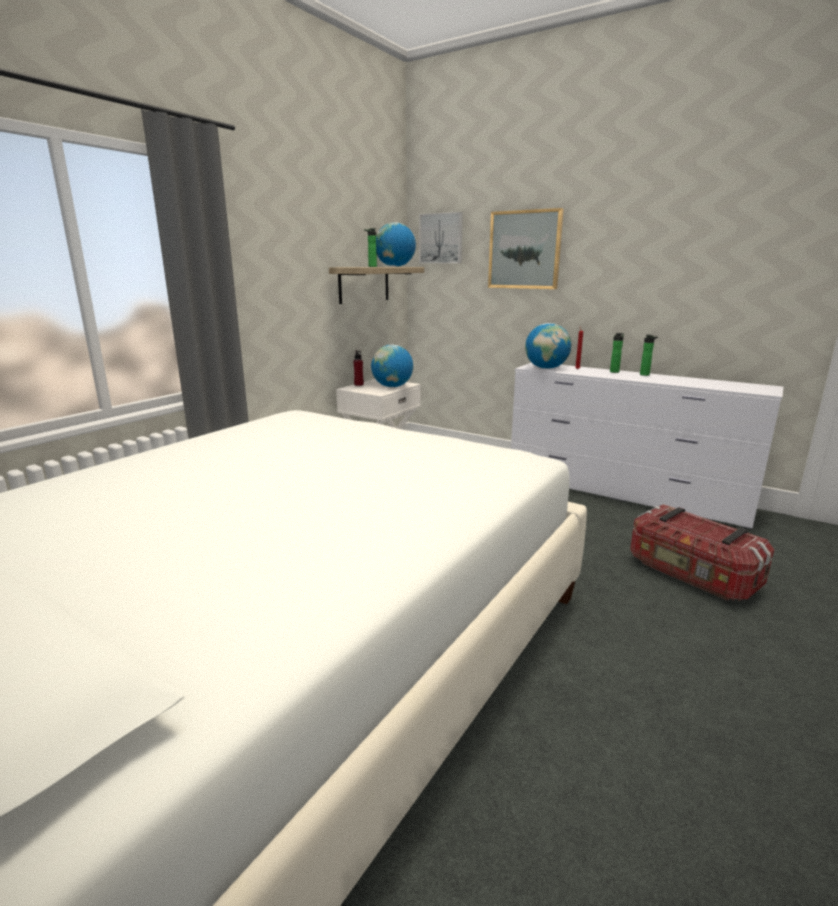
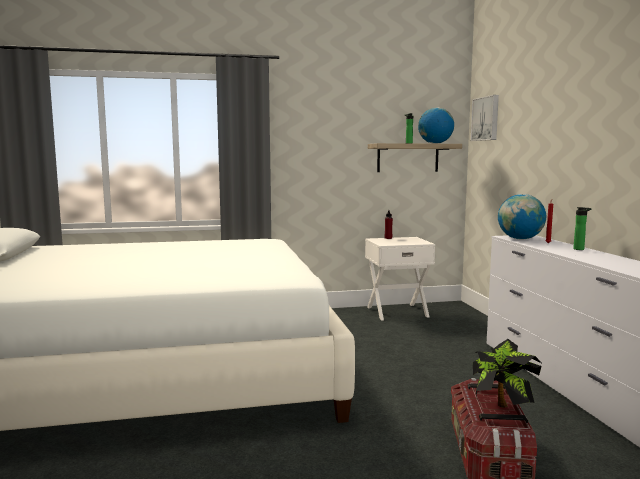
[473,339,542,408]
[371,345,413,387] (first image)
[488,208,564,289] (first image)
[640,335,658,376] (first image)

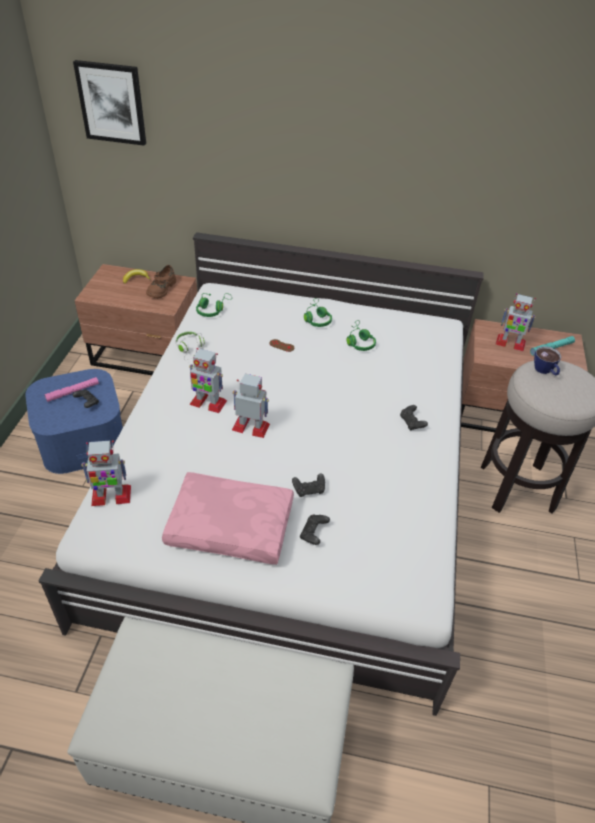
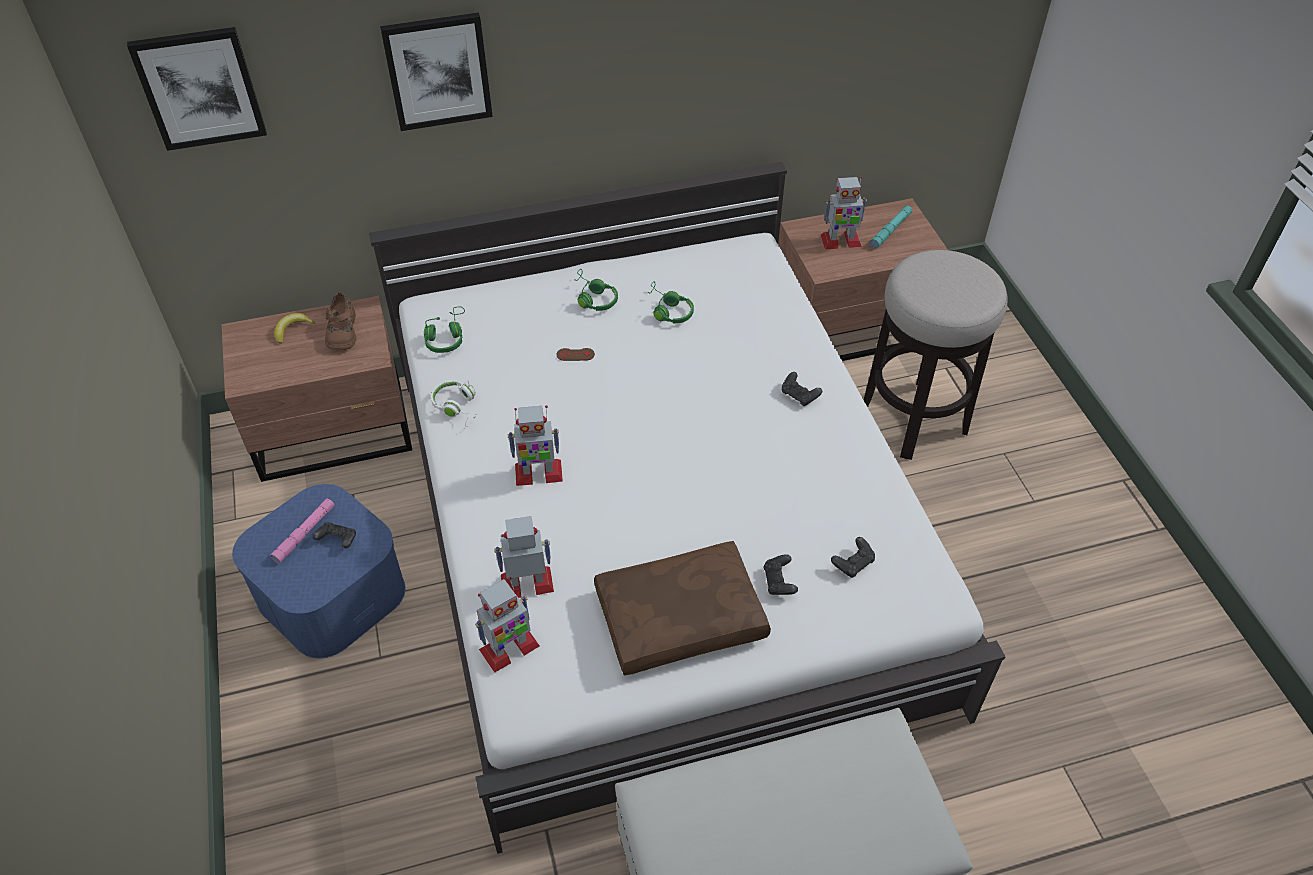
[380,12,493,131]
[494,516,554,598]
[594,541,771,675]
[831,537,875,578]
[534,346,561,375] (first image)

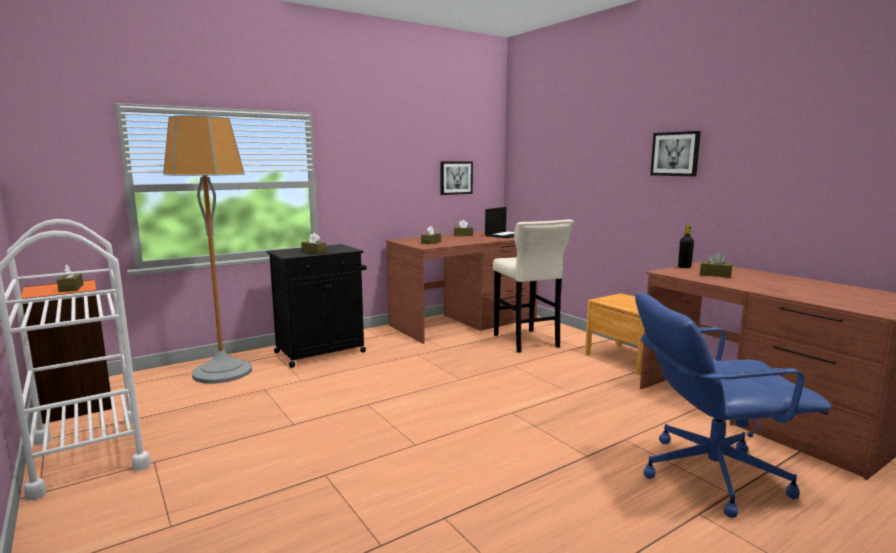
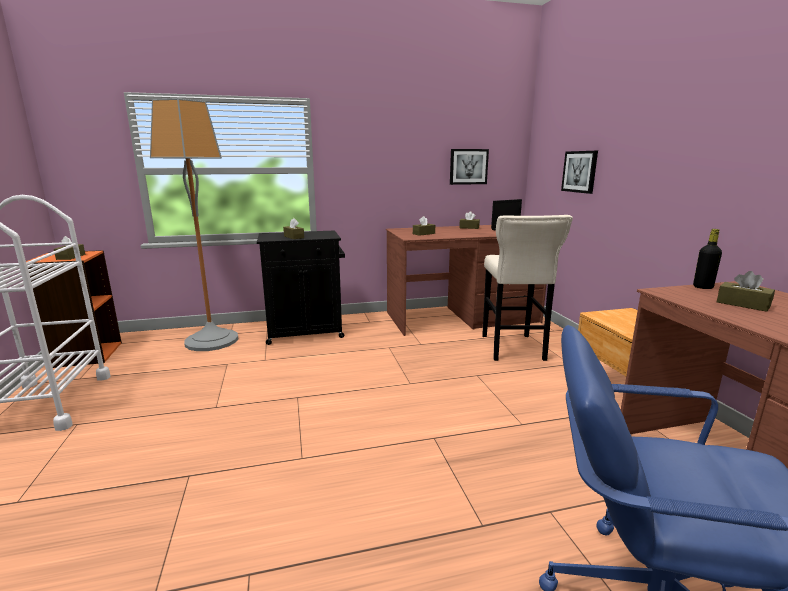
[561,151,598,194]

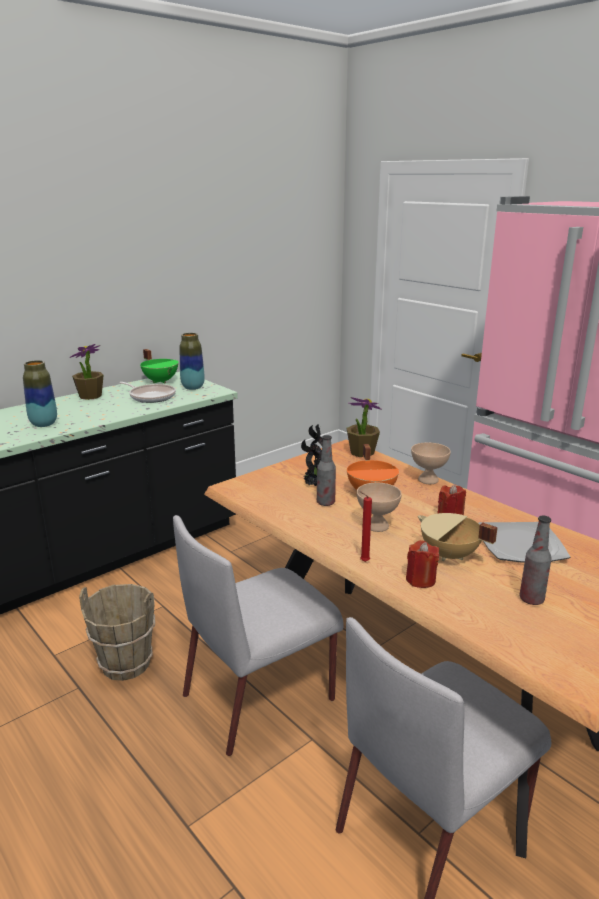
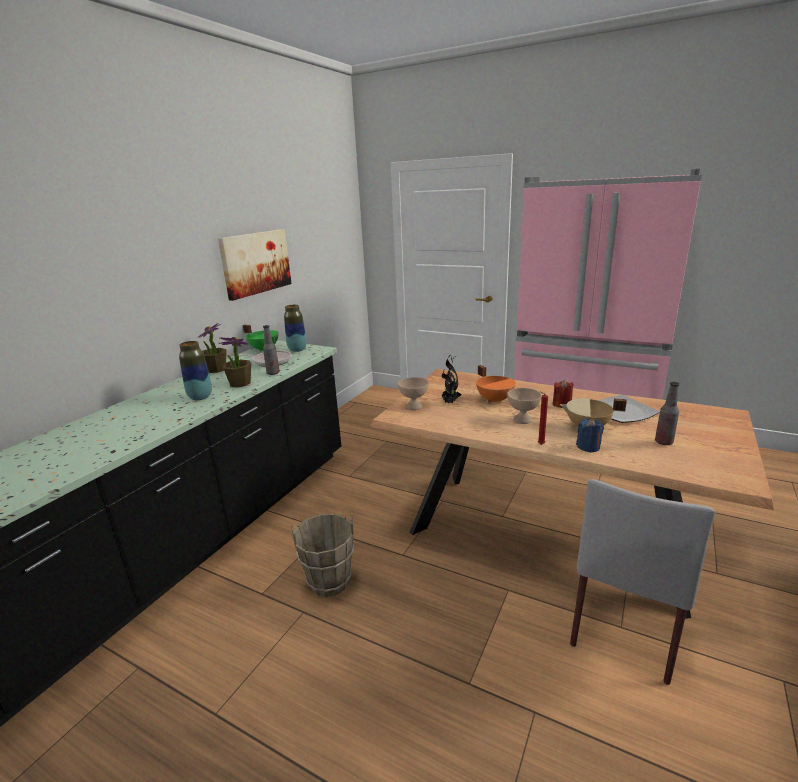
[218,229,292,301]
[219,337,251,387]
[263,325,280,375]
[398,377,429,410]
[576,418,604,452]
[173,515,344,756] (first image)

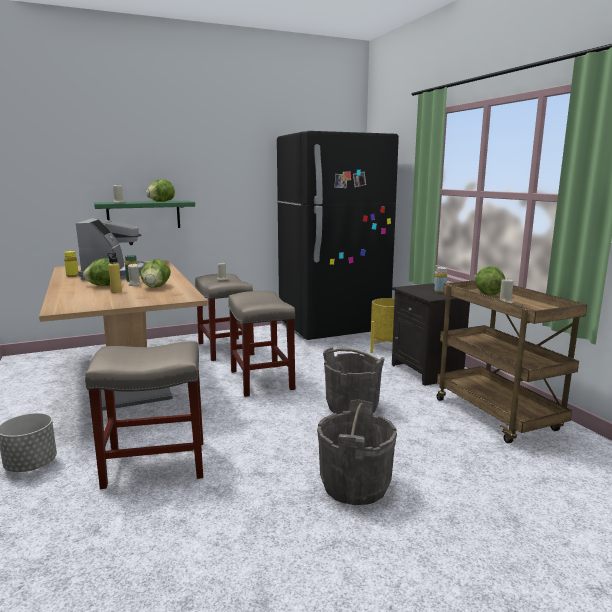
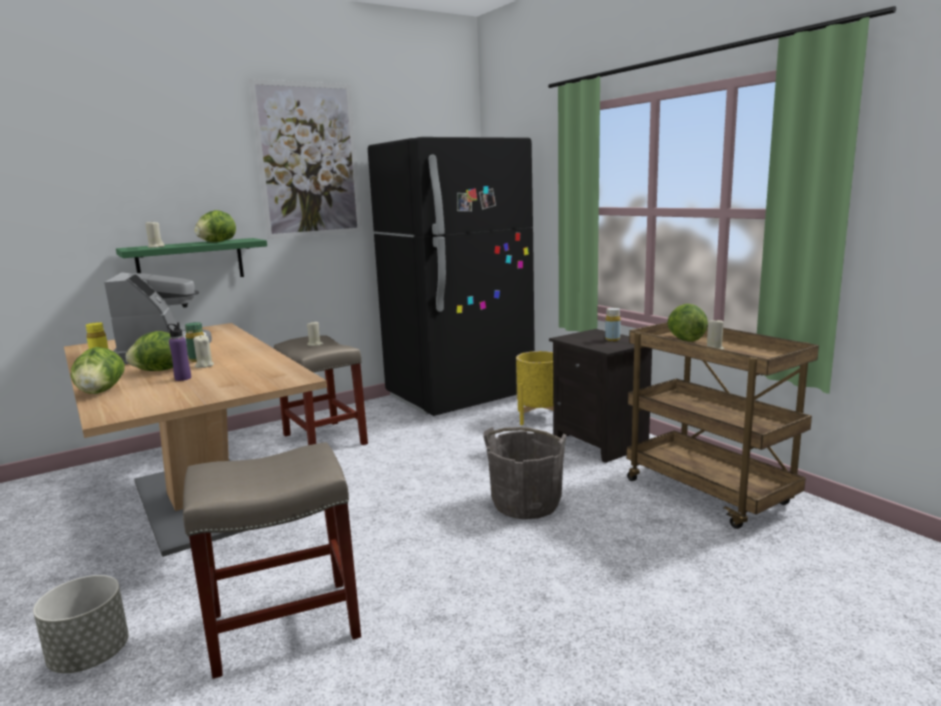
[71,347,125,394]
[167,322,191,381]
[249,79,362,239]
[228,291,295,397] (first image)
[317,399,397,505] (first image)

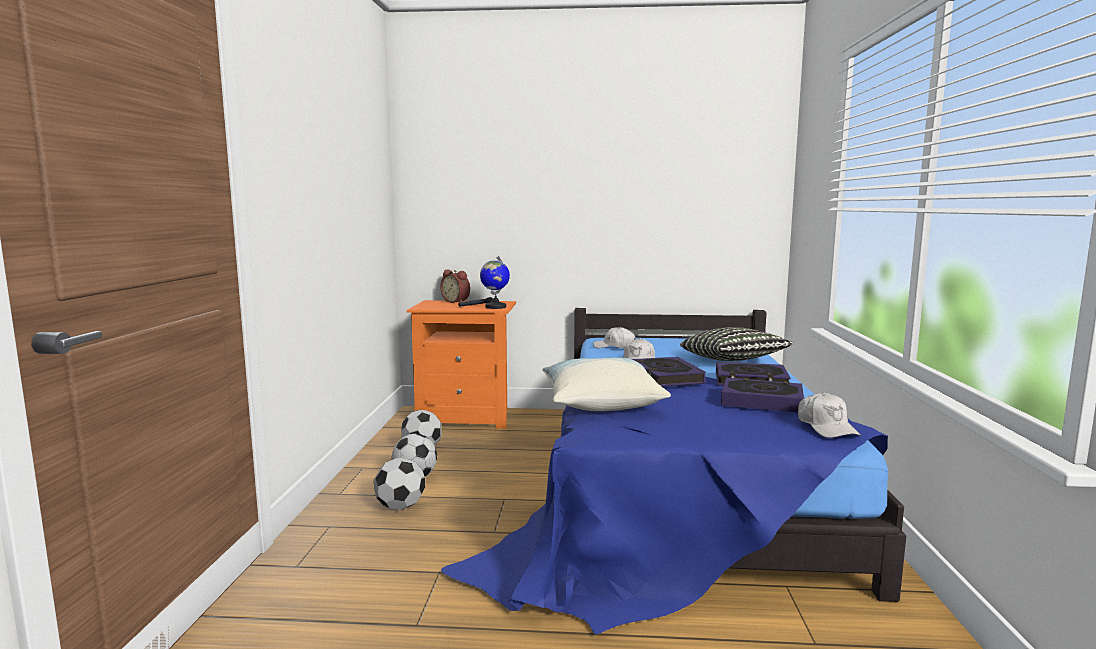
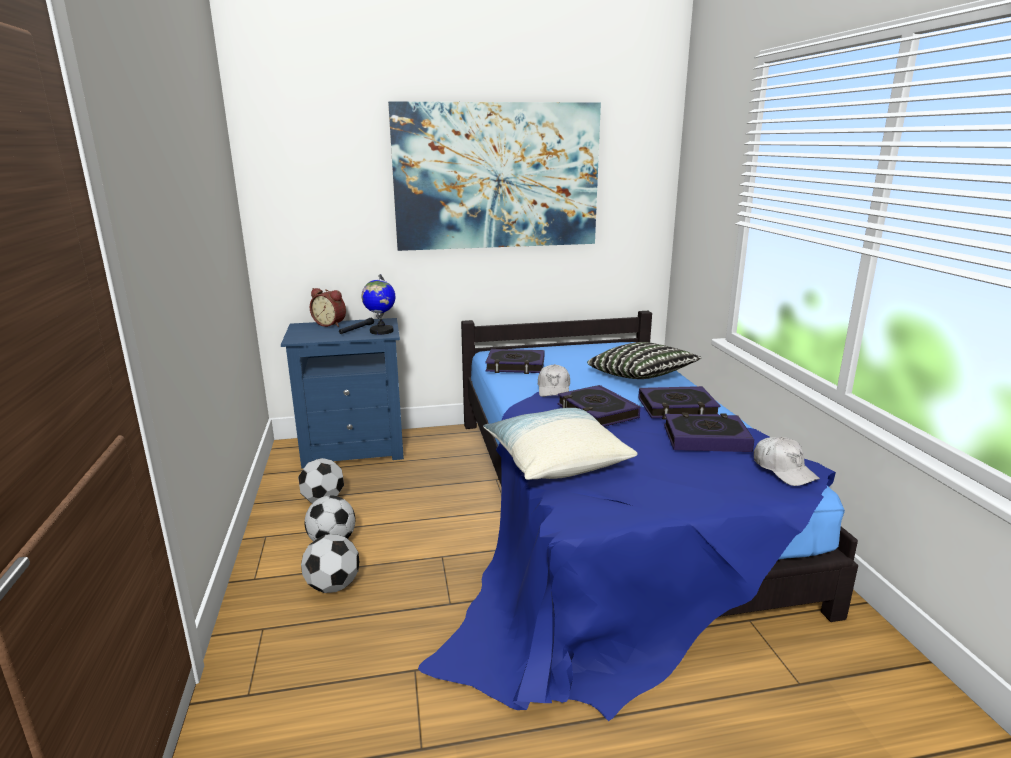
[281,318,404,469]
[388,102,601,251]
[485,349,544,374]

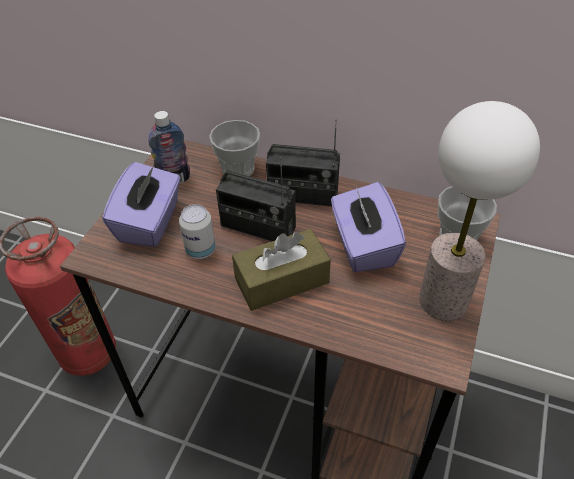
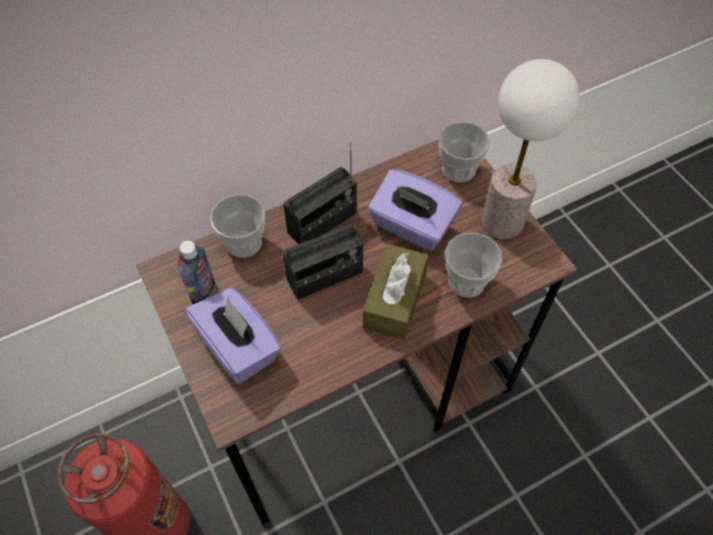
[445,233,502,297]
[179,204,216,259] (first image)

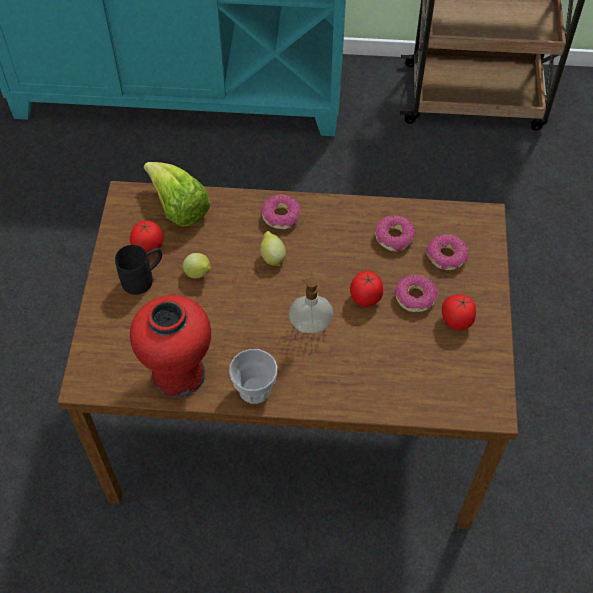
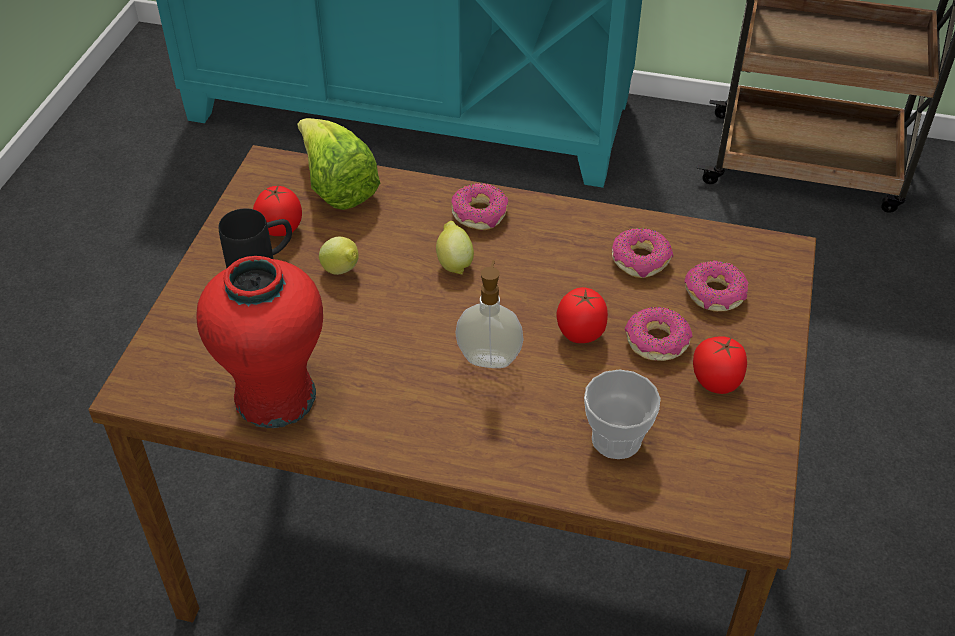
[584,370,661,459]

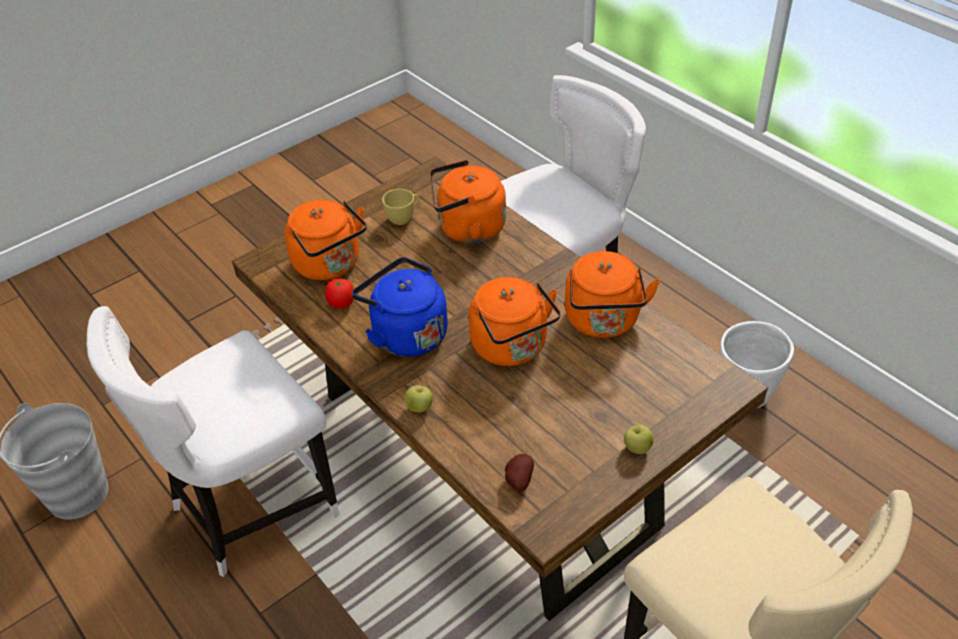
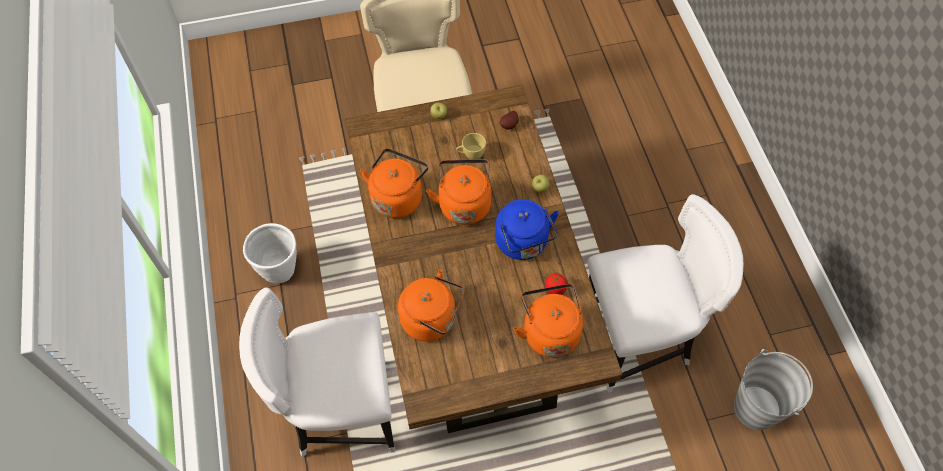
[456,133,486,160]

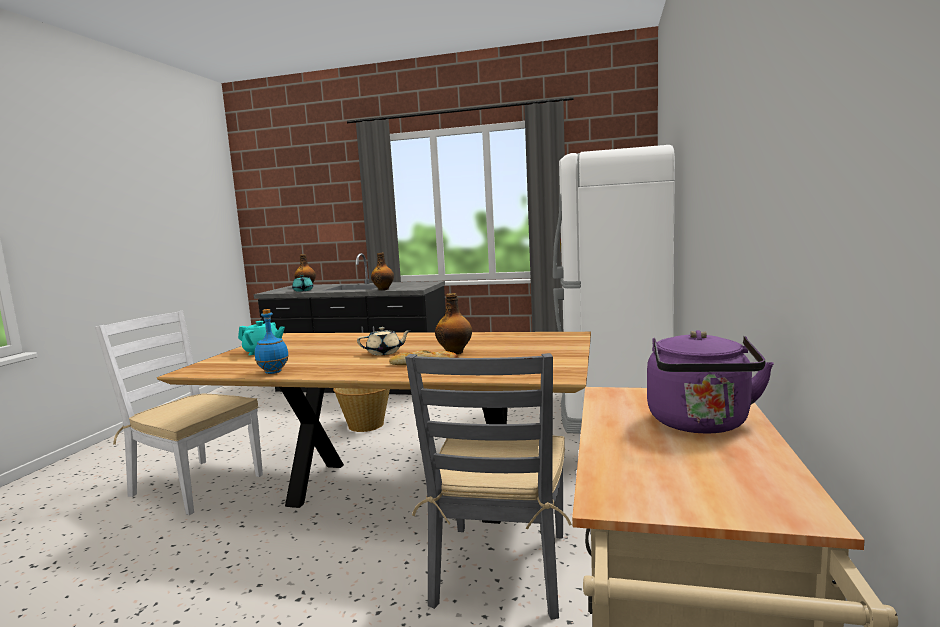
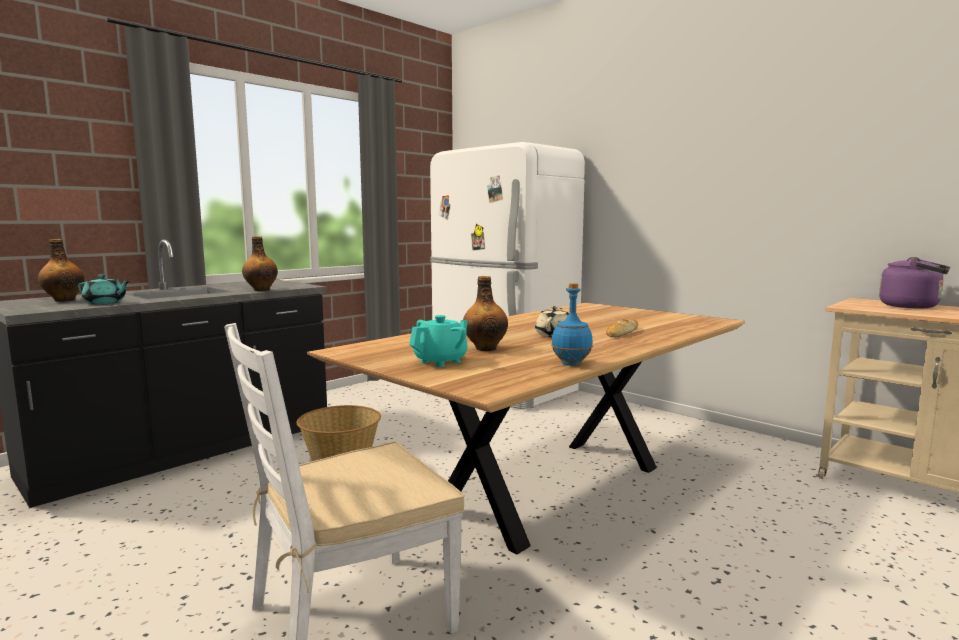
[463,276,508,351]
[405,353,572,620] (first image)

